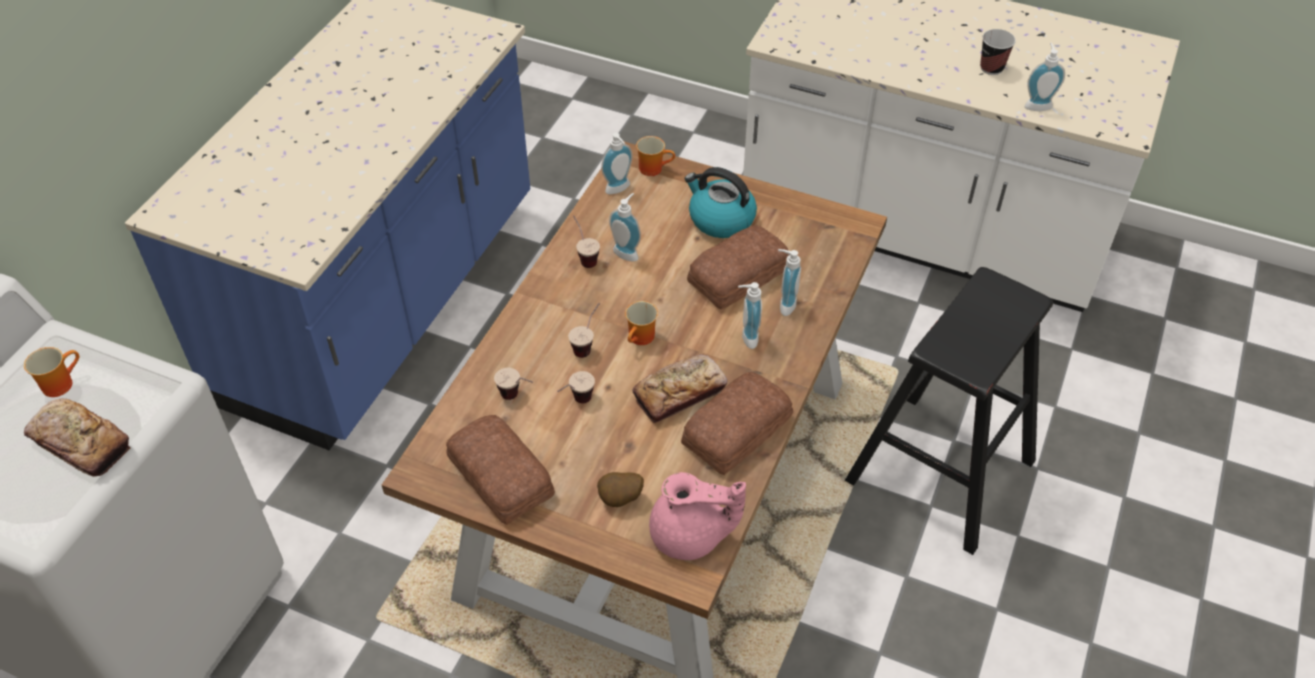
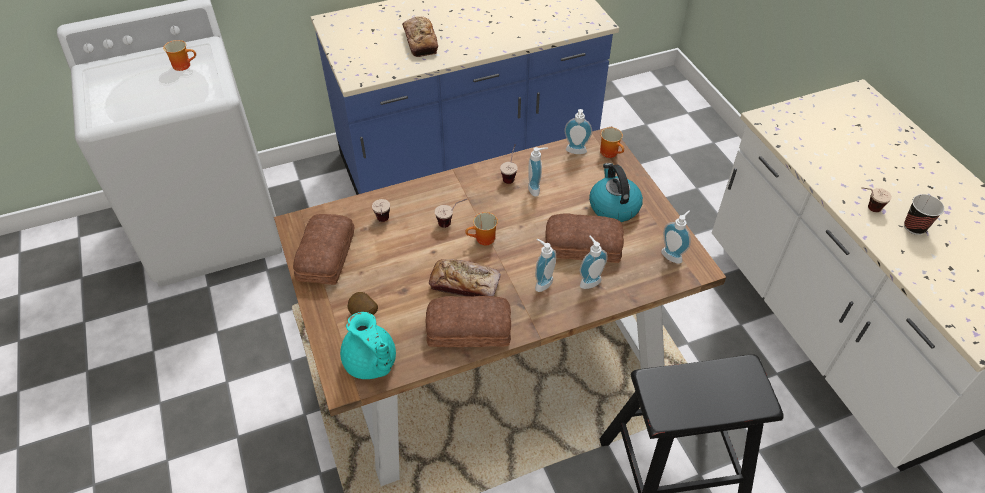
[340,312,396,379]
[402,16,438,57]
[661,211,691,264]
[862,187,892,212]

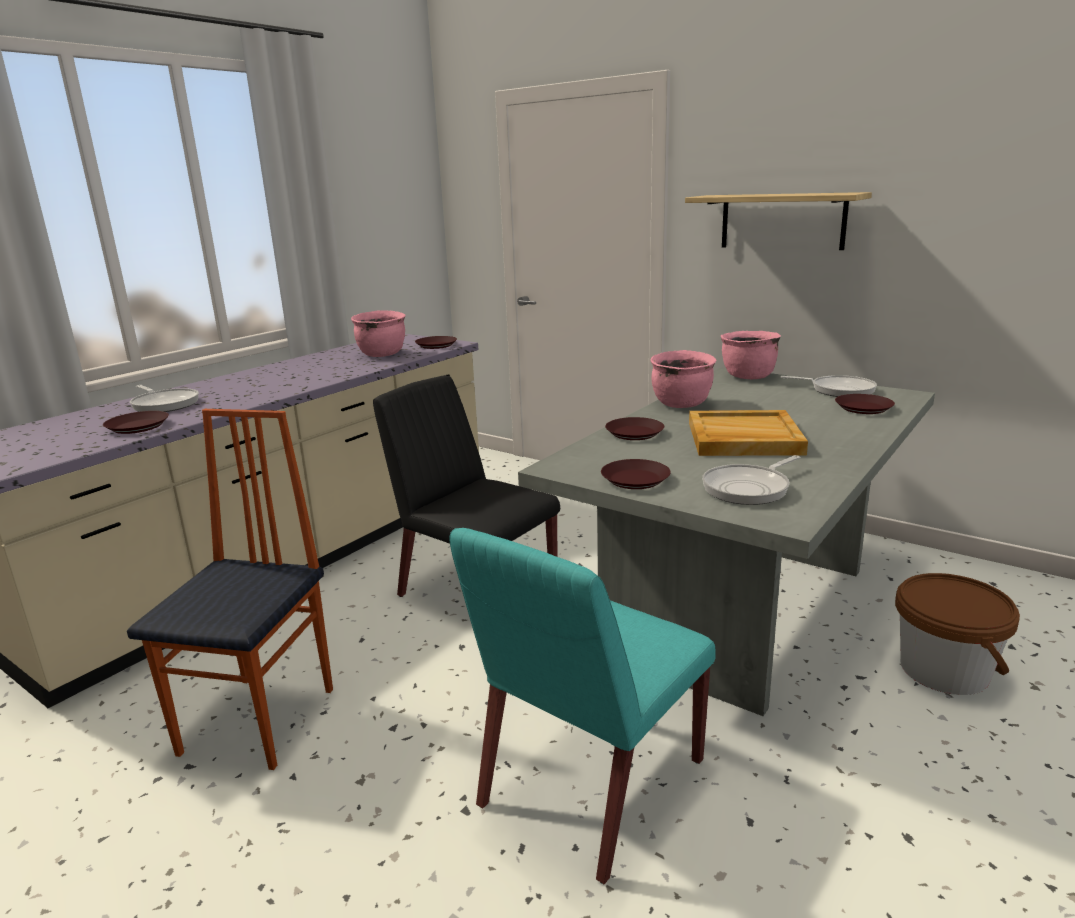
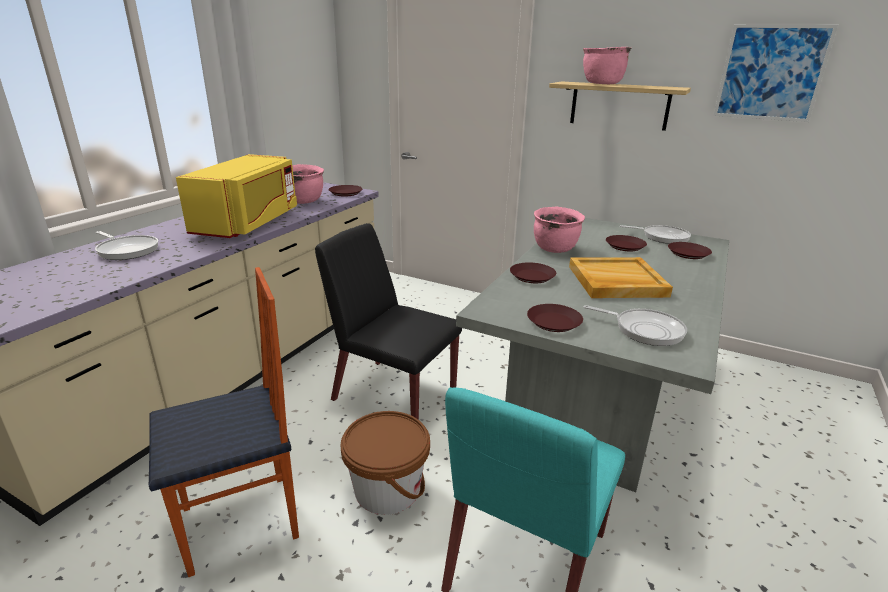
[149,267,299,577]
[176,154,297,238]
[340,411,430,515]
[583,47,631,84]
[584,305,687,346]
[606,235,647,251]
[714,24,838,122]

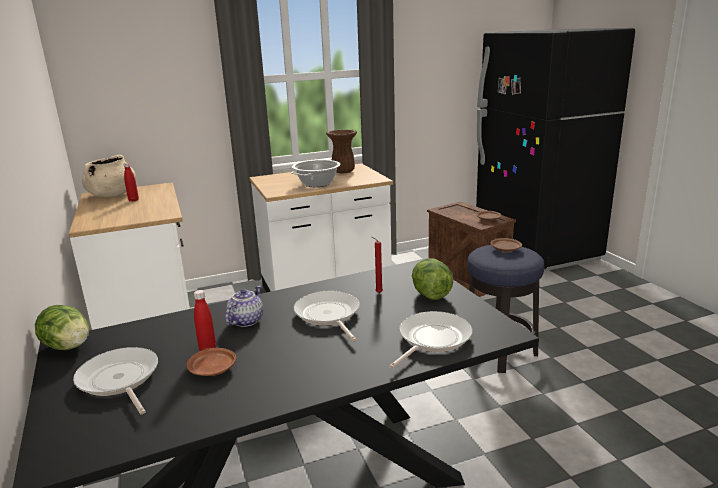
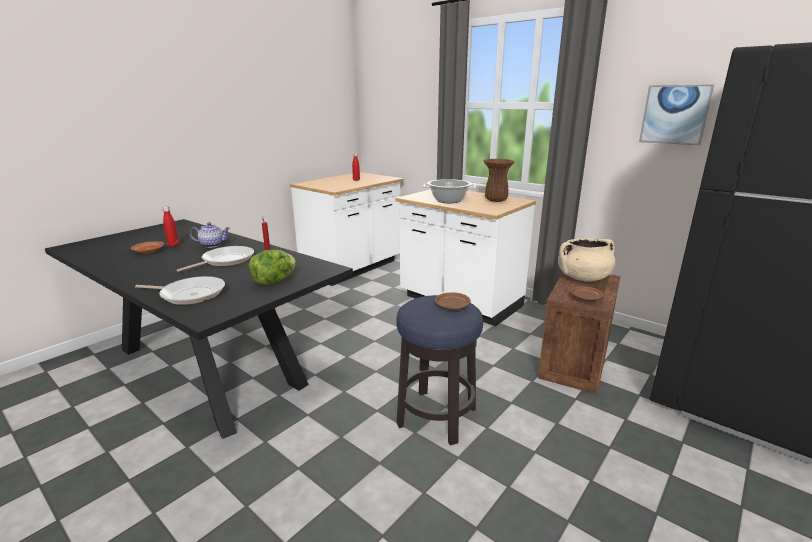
[558,238,616,282]
[639,84,714,145]
[35,305,89,350] (first image)
[73,347,158,414] (first image)

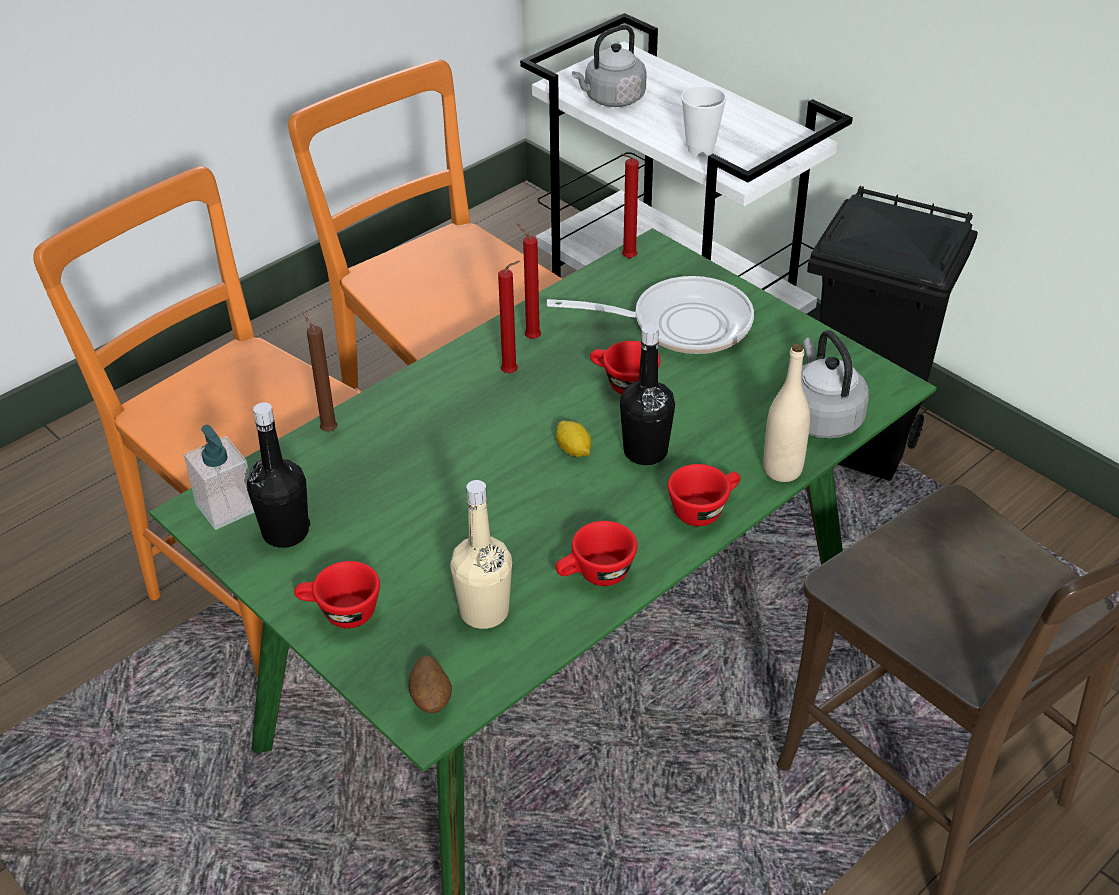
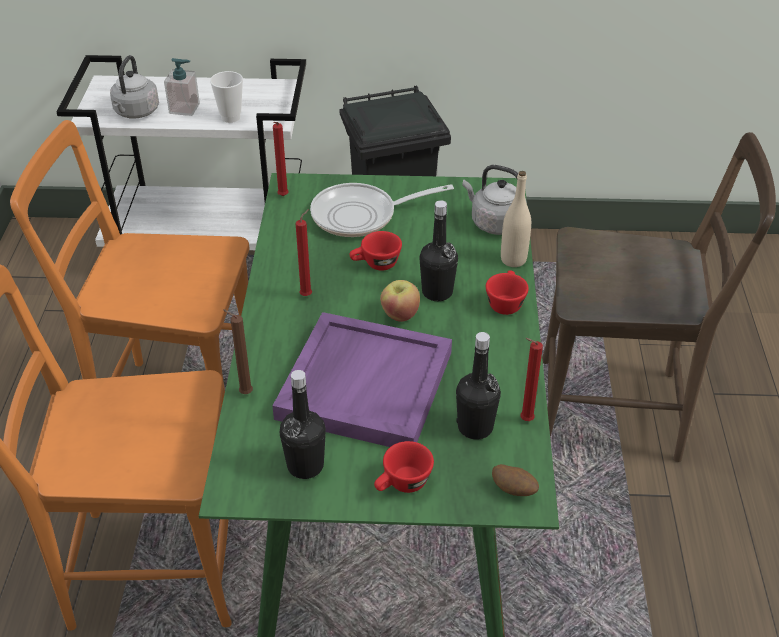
[164,58,200,116]
[273,312,452,447]
[310,183,454,237]
[380,280,420,322]
[456,332,501,440]
[520,338,543,421]
[556,521,637,586] (first image)

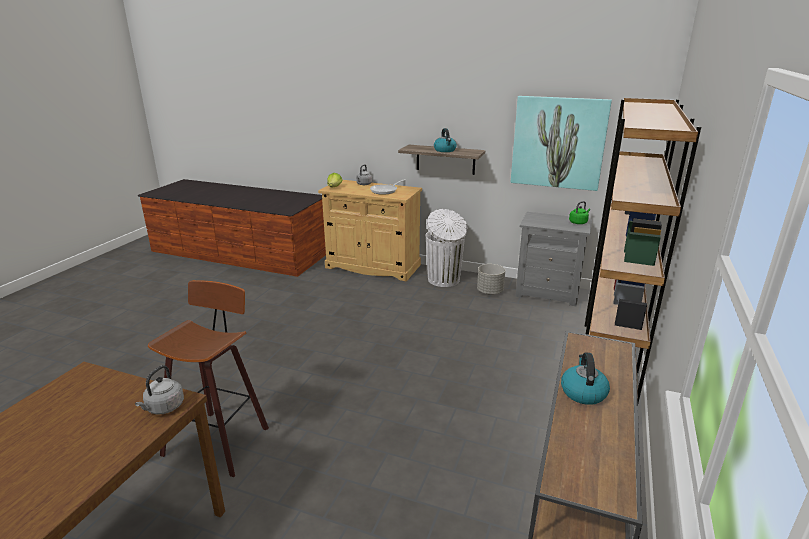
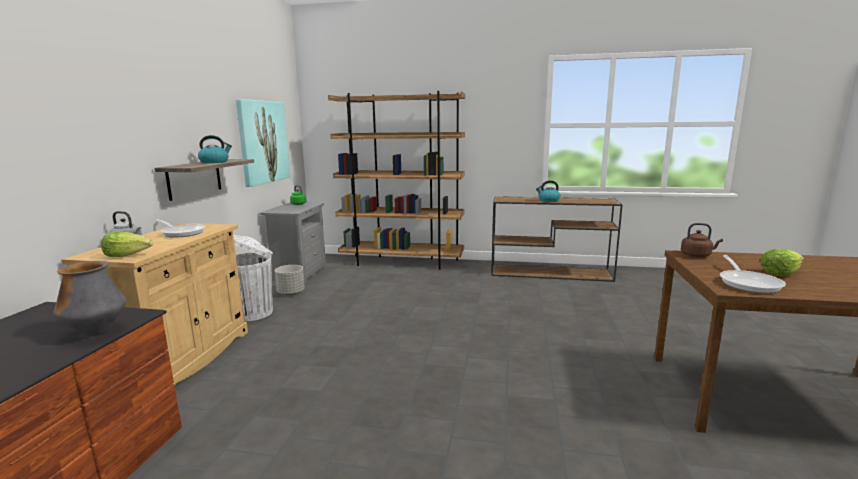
[53,261,127,336]
[681,223,723,257]
[720,255,786,293]
[760,249,804,276]
[148,280,269,477] (first image)

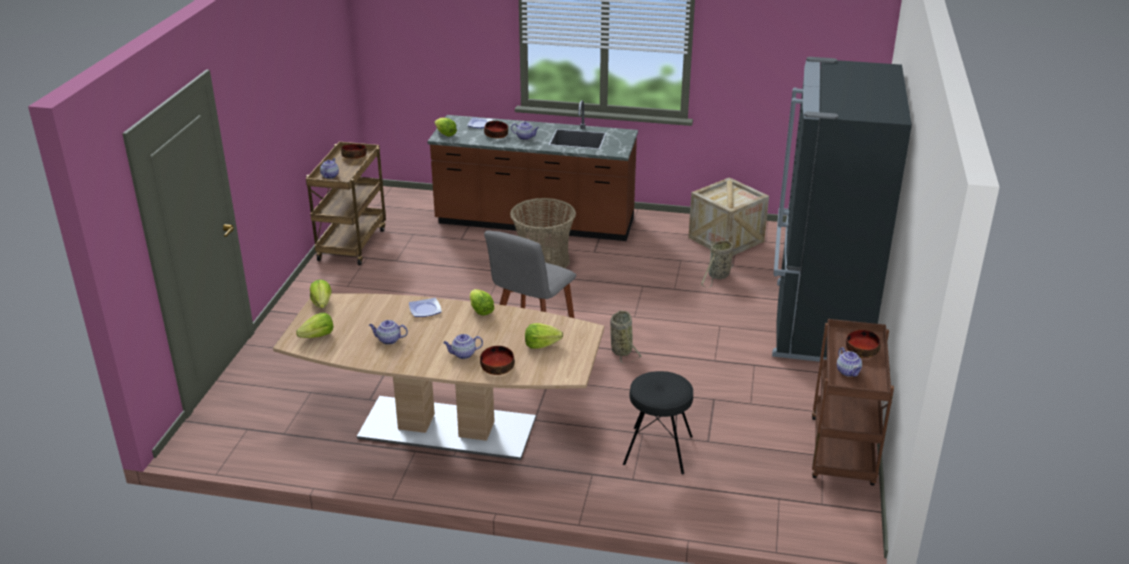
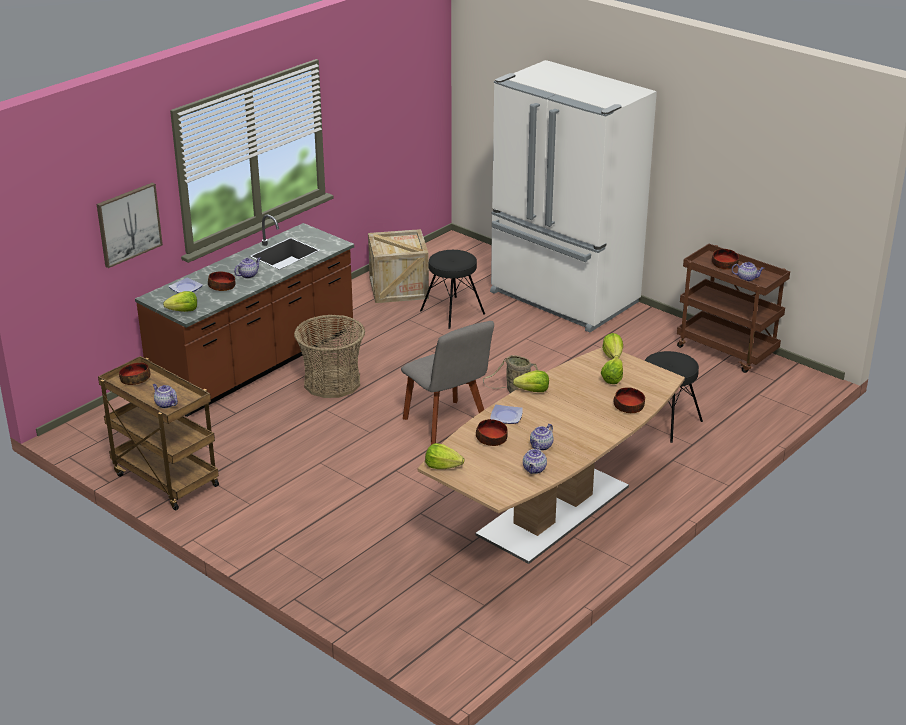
[97,183,163,268]
[420,250,485,329]
[476,419,508,446]
[490,60,657,333]
[523,445,547,474]
[602,333,623,359]

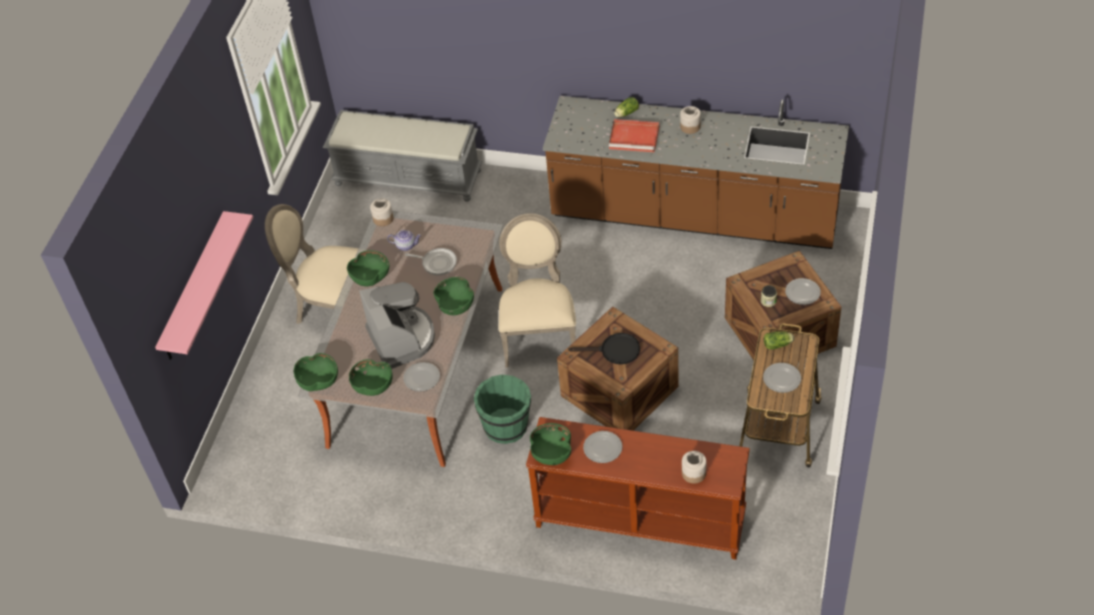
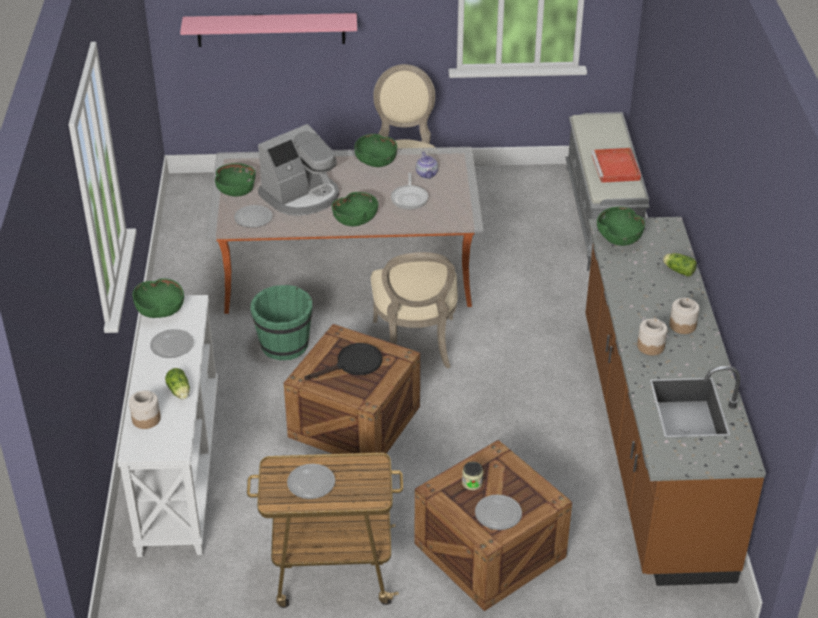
[117,295,218,557]
[165,368,190,400]
[304,343,382,380]
[371,252,458,369]
[591,148,641,183]
[597,206,645,246]
[637,318,667,355]

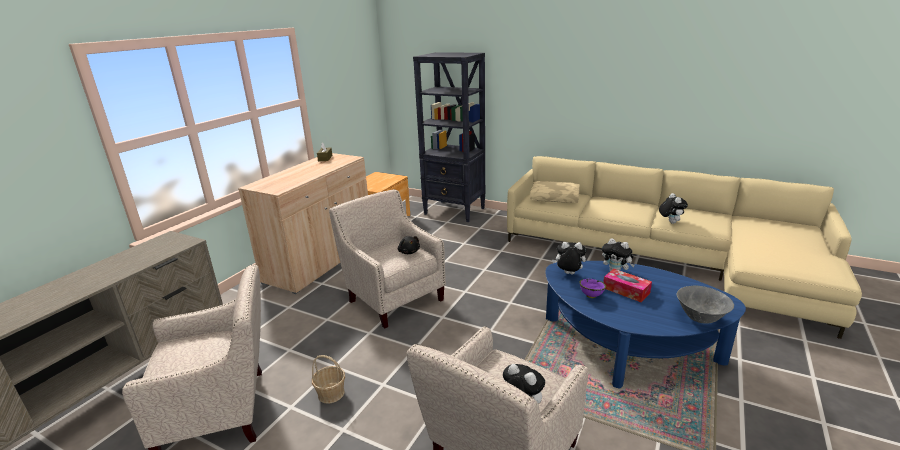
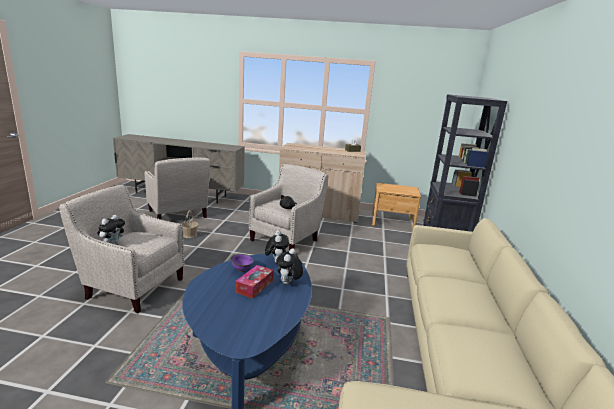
[530,181,580,203] (first image)
[659,193,688,224] (first image)
[677,286,734,324] (first image)

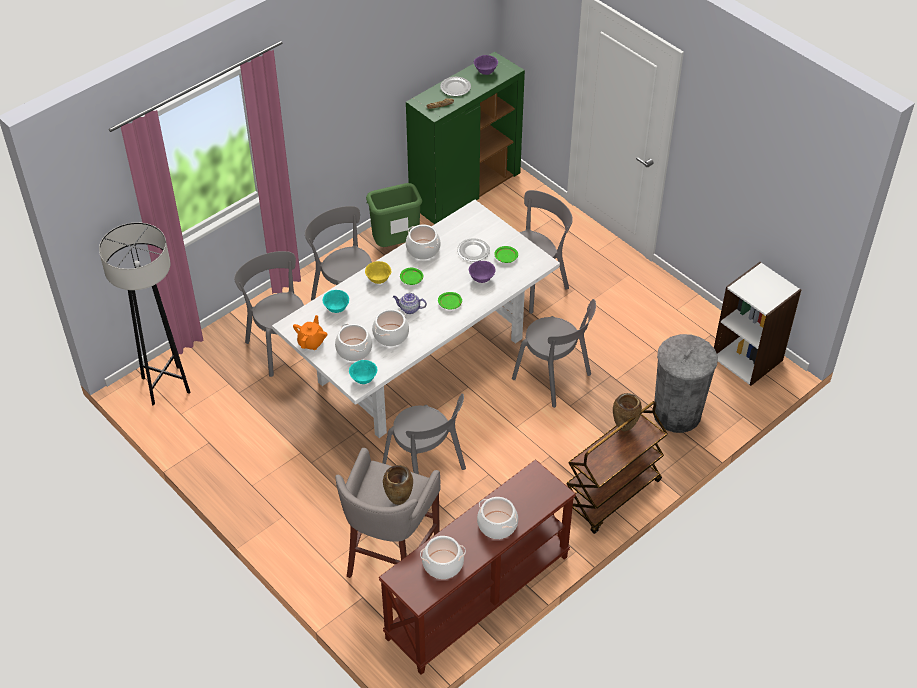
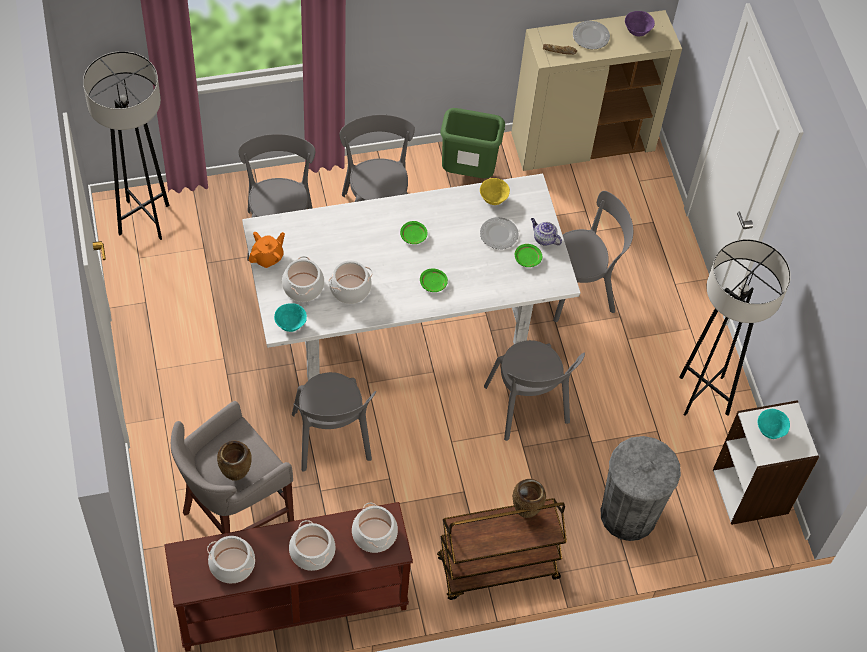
[352,503,398,553]
[480,178,510,205]
[511,10,682,171]
[531,218,562,246]
[679,239,791,416]
[757,409,790,439]
[469,261,495,283] (first image)

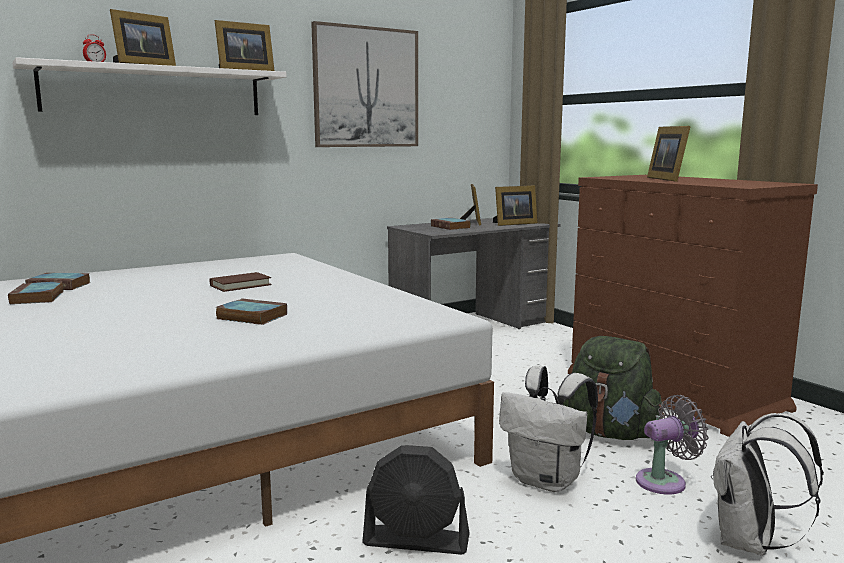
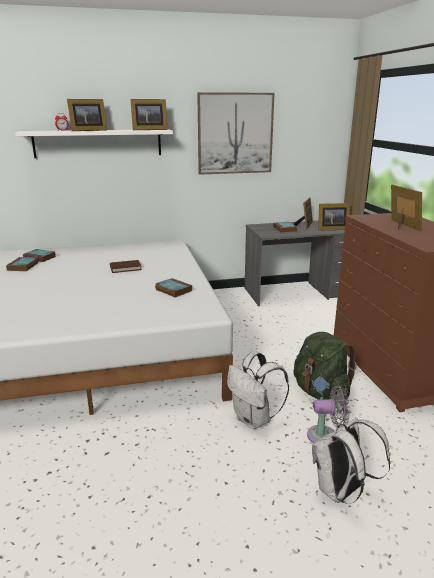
[155,278,192,298]
[391,185,422,231]
[362,445,469,555] (first image)

